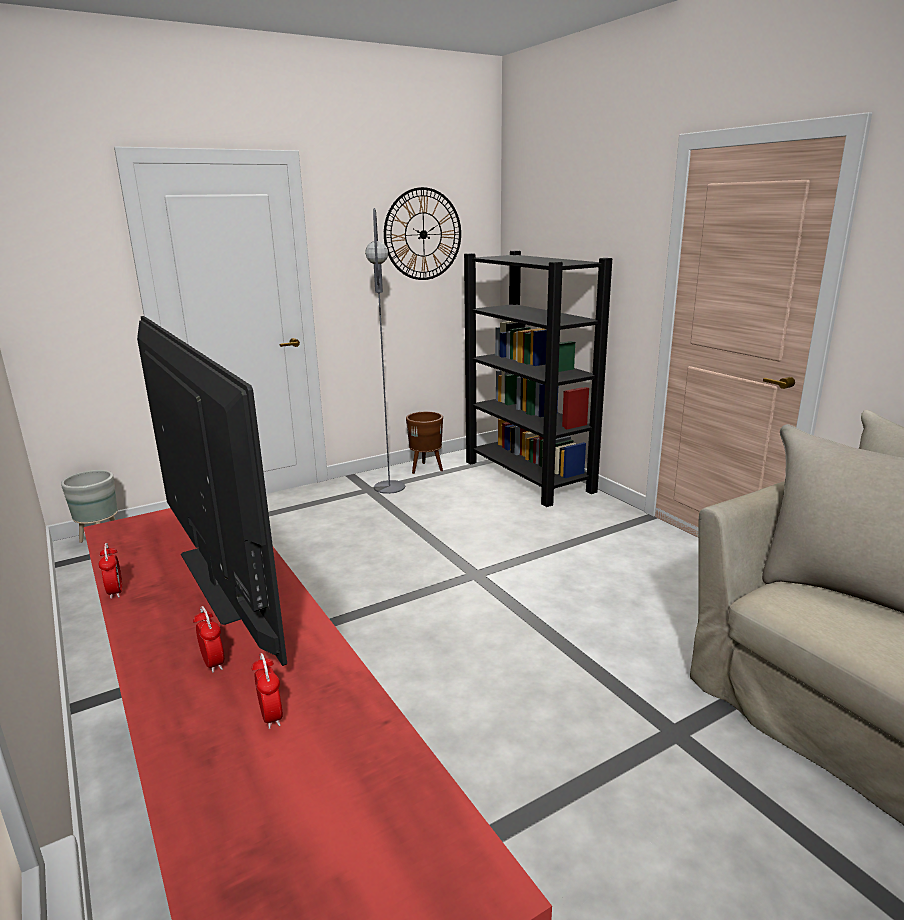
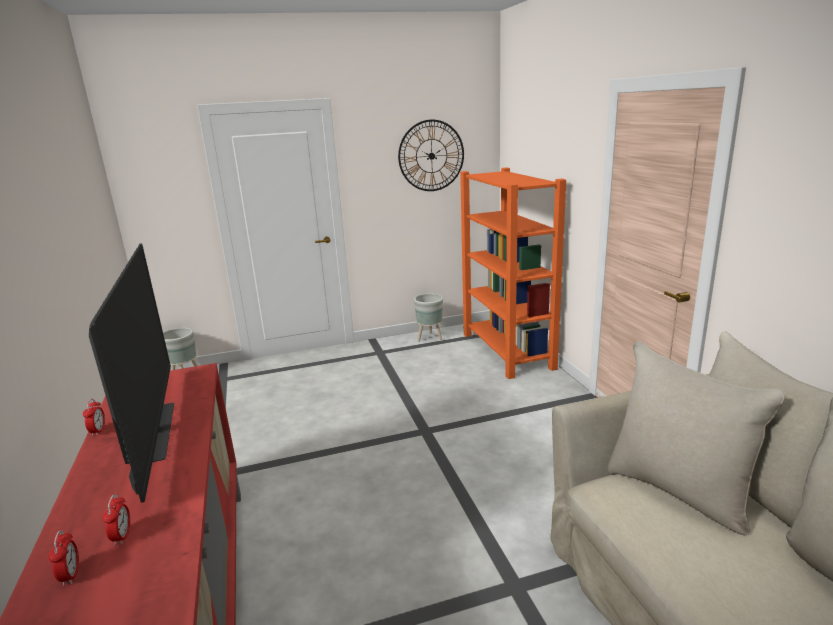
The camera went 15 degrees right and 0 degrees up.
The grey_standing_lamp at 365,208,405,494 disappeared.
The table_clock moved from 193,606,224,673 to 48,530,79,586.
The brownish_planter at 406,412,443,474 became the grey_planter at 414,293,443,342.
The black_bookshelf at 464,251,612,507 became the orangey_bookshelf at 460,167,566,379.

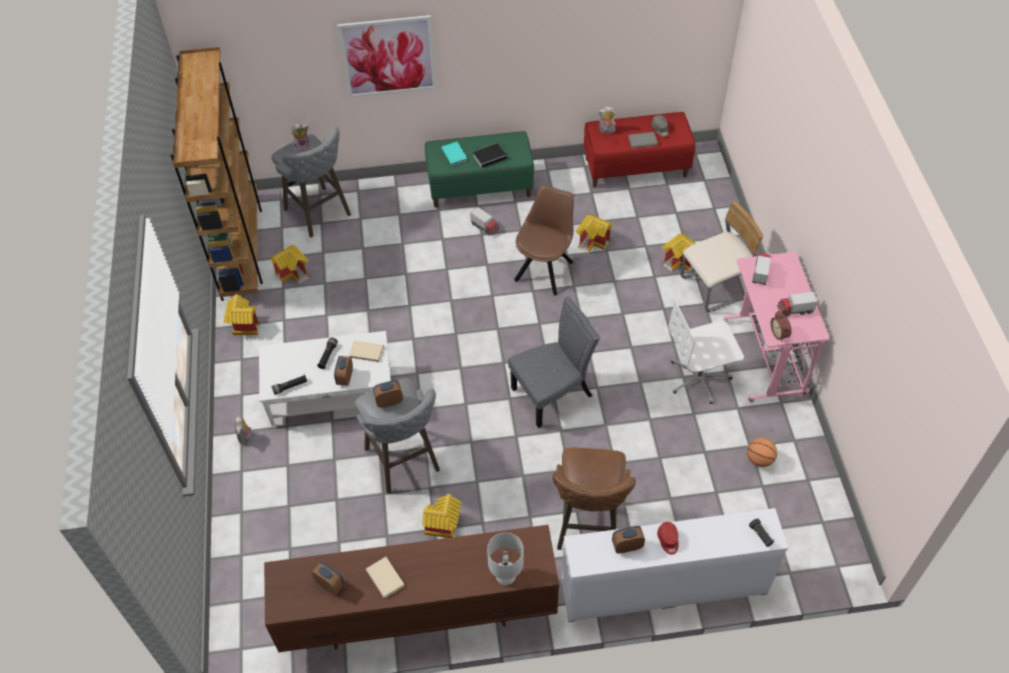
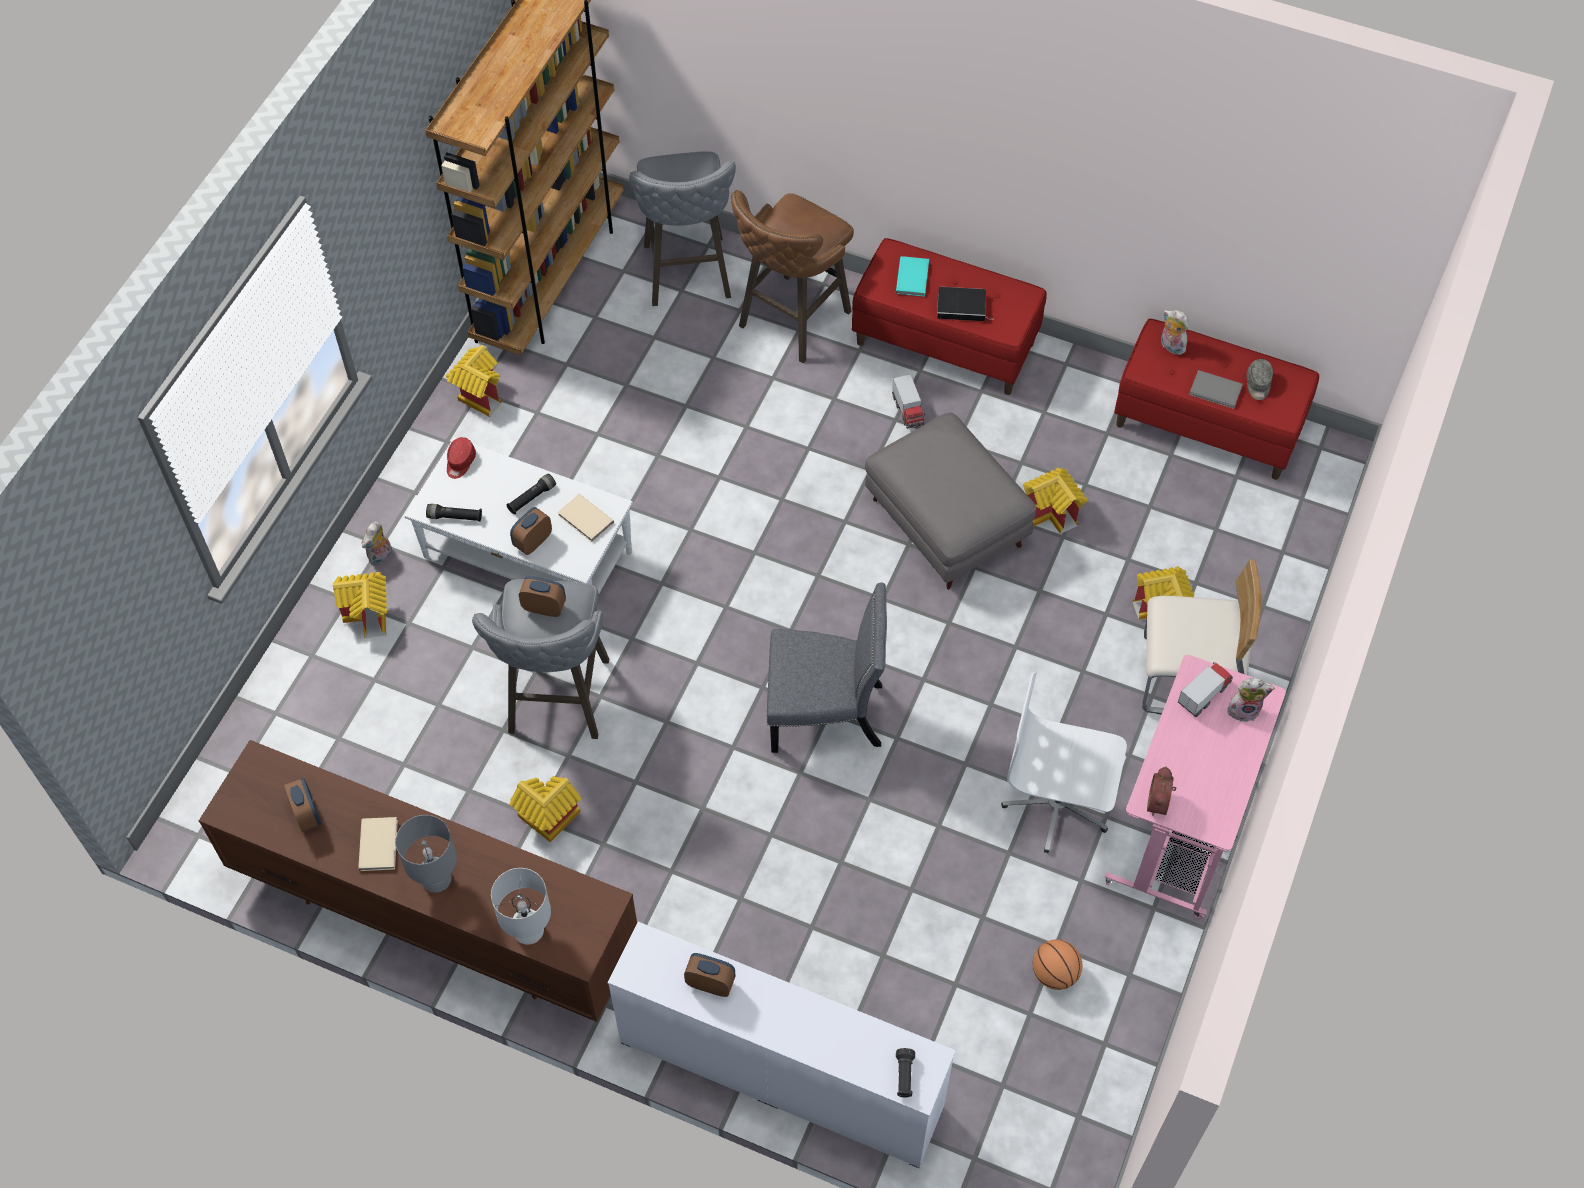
The camera went 30 degrees right and 5 degrees up.
The wall_art at 337,15,436,98 disappeared.
The toy_lorry at 777,292,818,317 disappeared.
The grey_table_lamp at 396,815,457,893 appeared.
The model_house moved from 270,245,309,284 to 333,572,387,638.
The soft_toy moved from 291,123,310,153 to 1227,678,1275,722.
The brownish_stool_seat moved from 552,448,636,550 to 731,190,854,363.
The red_baseball_cap moved from 657,522,678,555 to 447,437,476,479.
The brownish_chair at 514,185,574,296 was replaced by the grey_pouffe at 865,412,1036,590.
The green-coloured_bench at 425,131,534,208 became the red_bench at 852,238,1047,395.

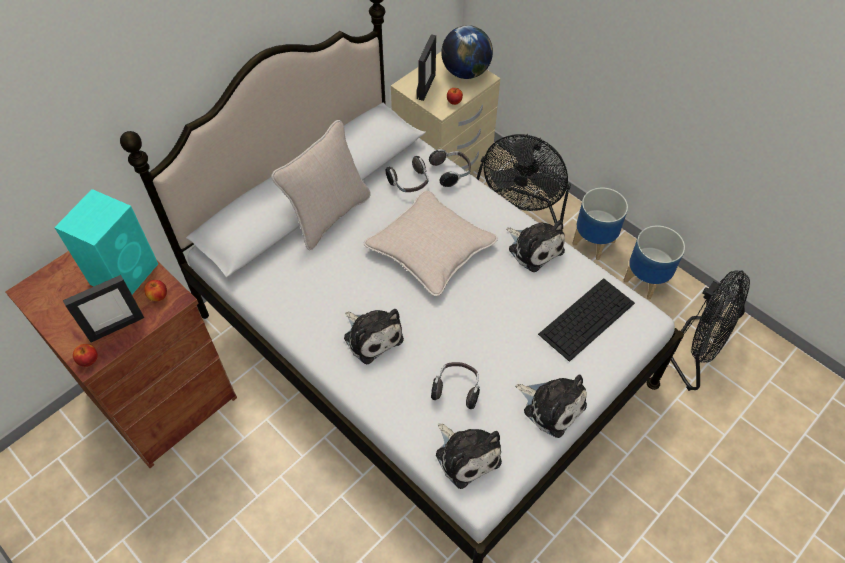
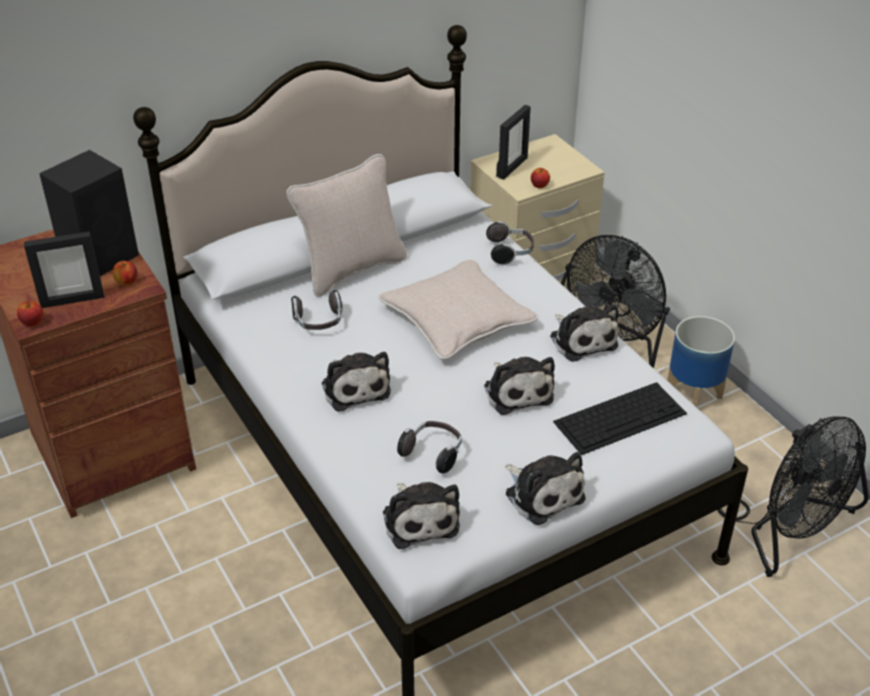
The camera went 15 degrees right and 15 degrees down.
The globe at 441,25,493,79 disappeared.
The planter at 624,225,685,300 disappeared.
The soft_toy at 484,357,555,415 appeared.
The headset moved from 386,156,429,192 to 291,290,342,330.
The blue-green_speaker at 54,189,158,294 became the black_speaker at 39,150,139,276.

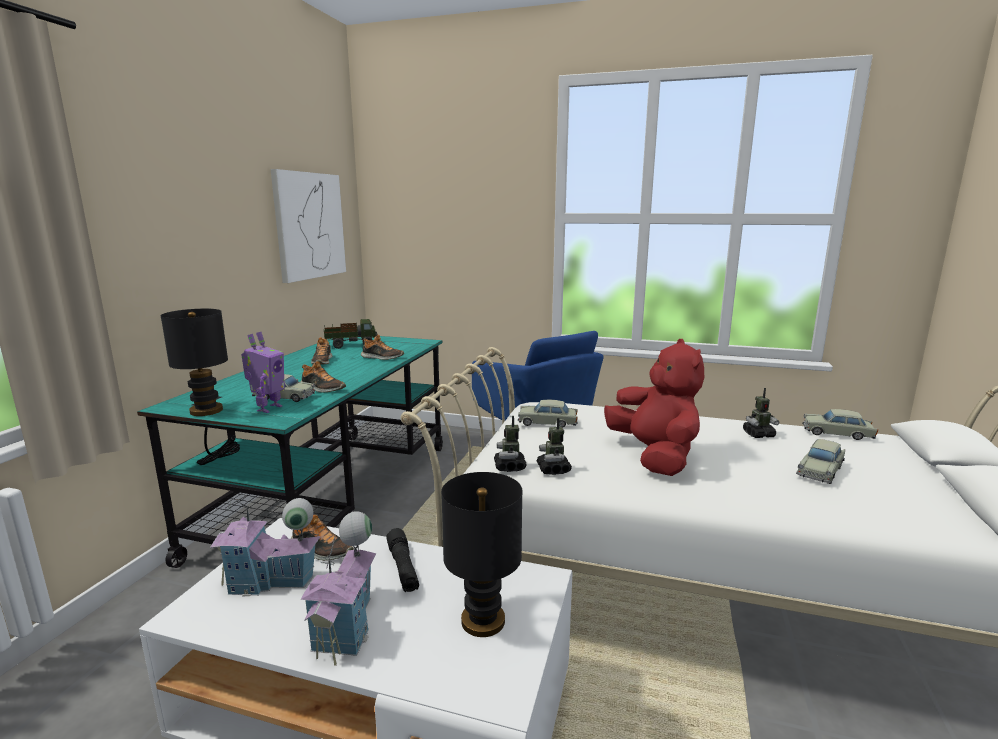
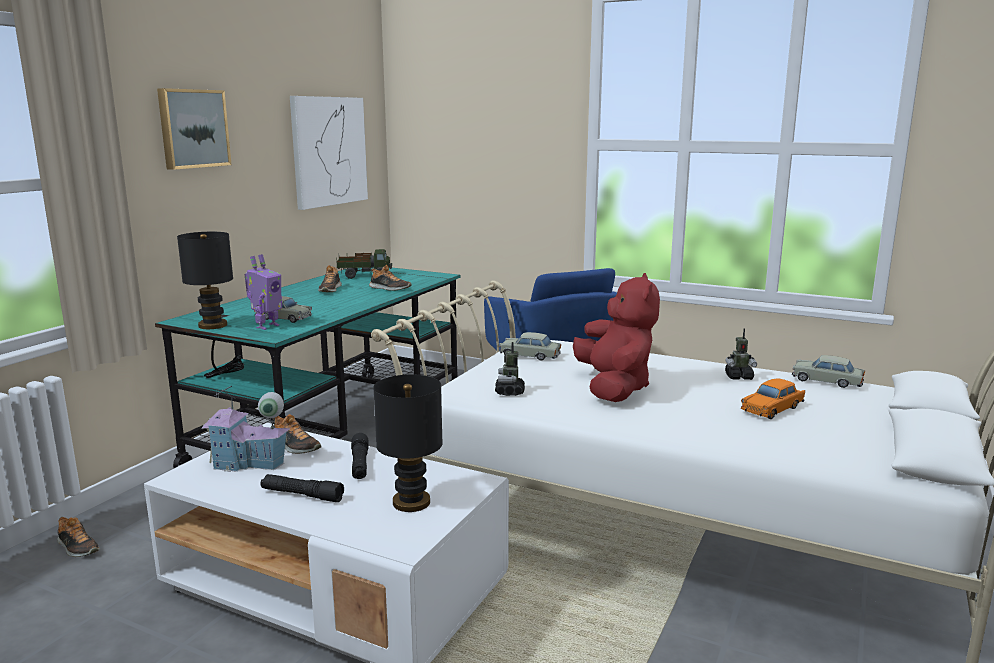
The camera went 10 degrees right and 0 degrees up.
The model_robot at 494,416,527,472 disappeared.
The wall_art at 157,88,232,170 appeared.
The low_shoe moved from 301,361,346,393 to 57,517,100,557.
The model_house at 300,511,376,666 was replaced by the black_flashlight at 261,474,344,502.
The beige_miniature_car at 796,439,845,484 became the orangey_miniature_car at 741,378,805,419.

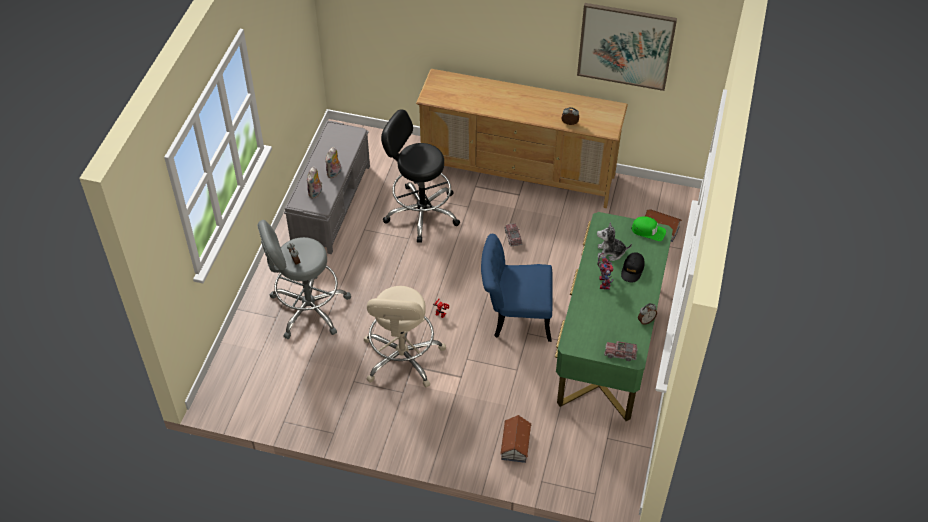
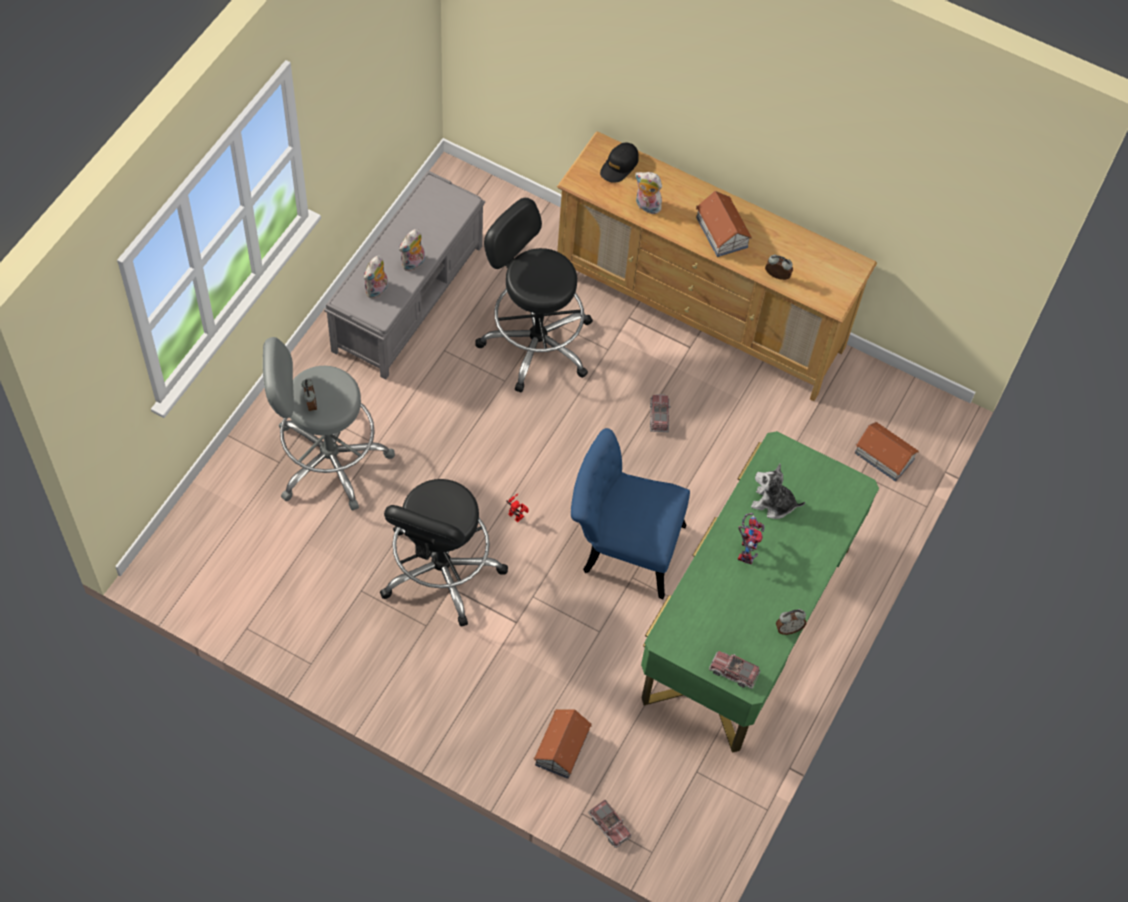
The camera went 10 degrees right and 10 degrees up.
The wall_art at 577,3,677,91 disappeared.
The green-coloured_baseball_cap at 631,217,666,241 disappeared.
The toy_lorry at 588,800,631,848 appeared.
The soft_toy at 635,172,662,215 appeared.
The model_house at 696,191,752,257 appeared.
The black_baseball_cap moved from 621,252,644,283 to 600,142,639,183.
The beige_stool_seat at 364,286,446,387 became the black_stool_seat at 380,479,508,627.

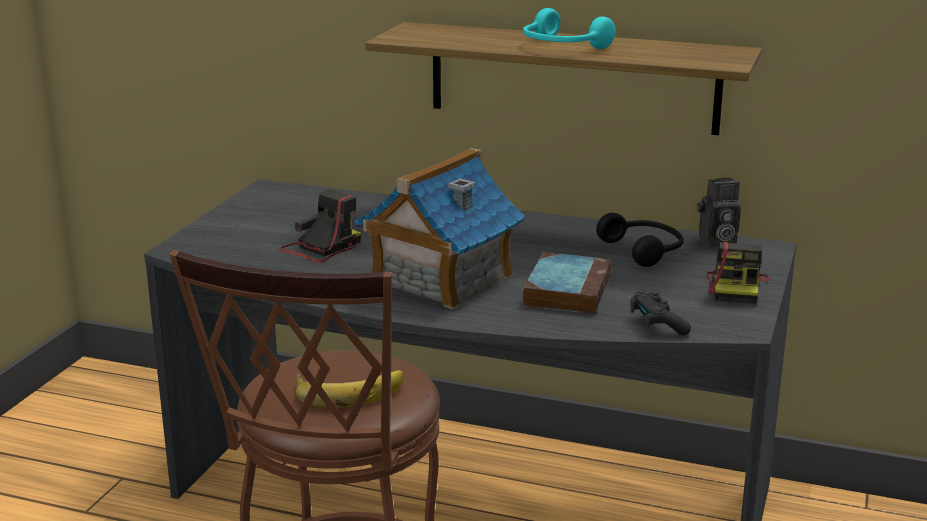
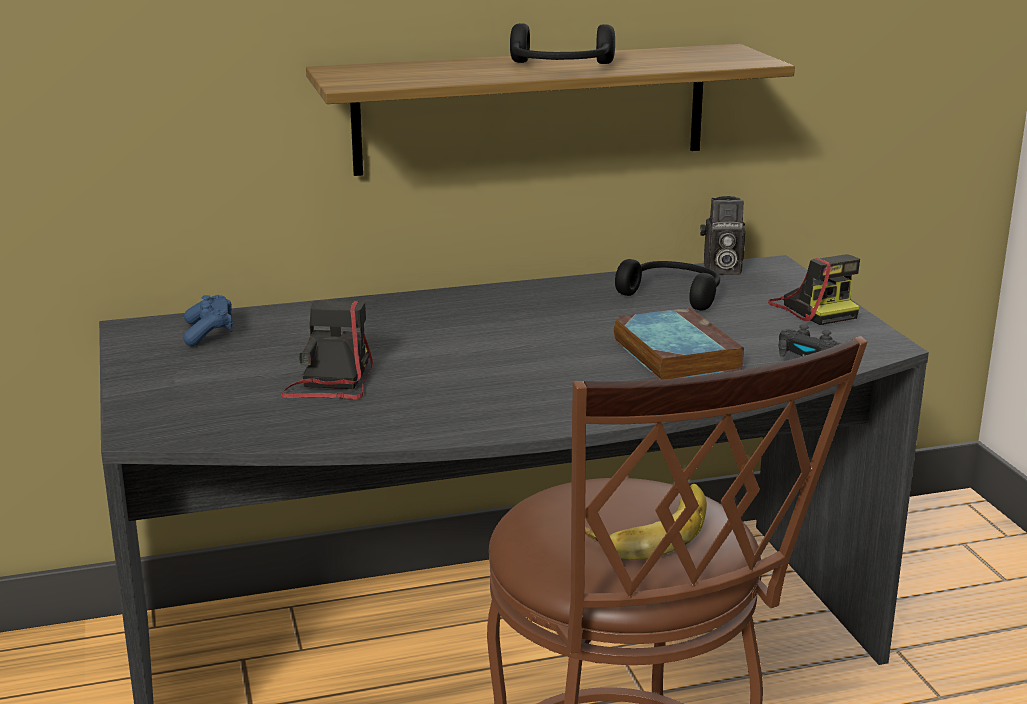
The camera went 35 degrees left and 0 degrees up.
The model_house at 355,148,525,309 disappeared.
The blue-coloured_joypad at 183,295,233,346 appeared.
The blue-green_headset at 523,8,615,49 became the black_headset at 510,23,615,64.
The photo_camera at 697,177,741,247 turned 45 degrees clockwise.

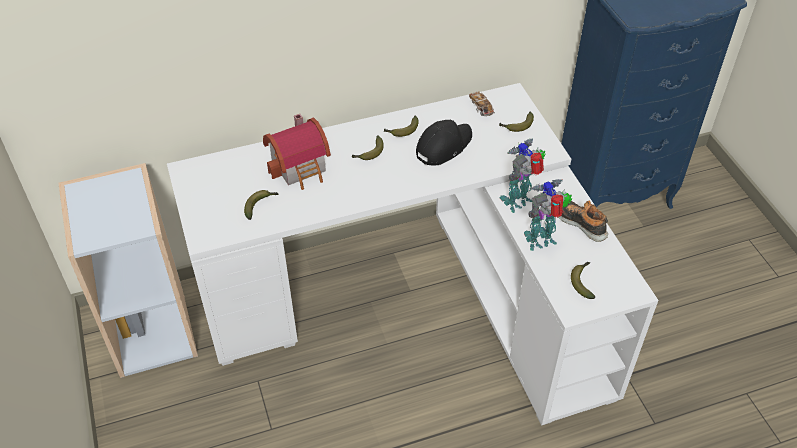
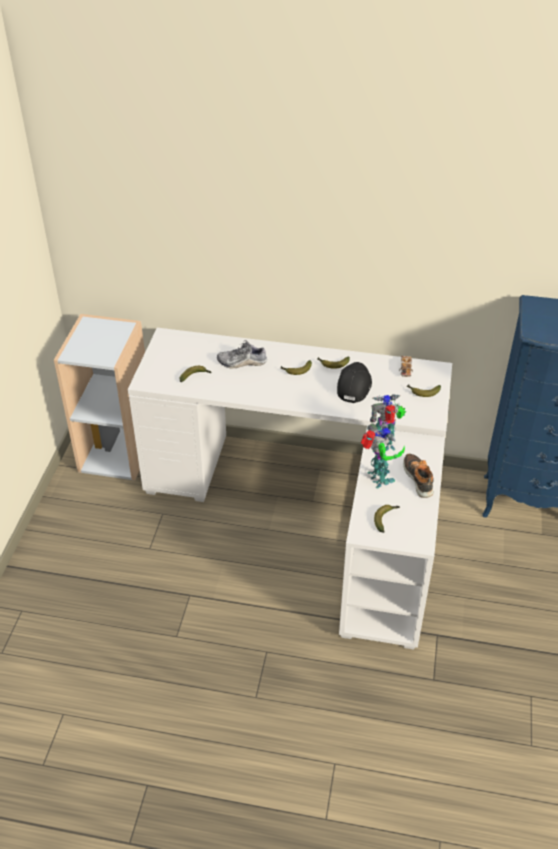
The camera went 30 degrees right and 5 degrees down.
The model_house at 263,114,331,190 was replaced by the low_shoe at 217,340,267,369.
The black_baseball_cap at 416,120,472,165 turned 60 degrees counterclockwise.
The model_robot at 524,179,573,251 turned 60 degrees clockwise.

